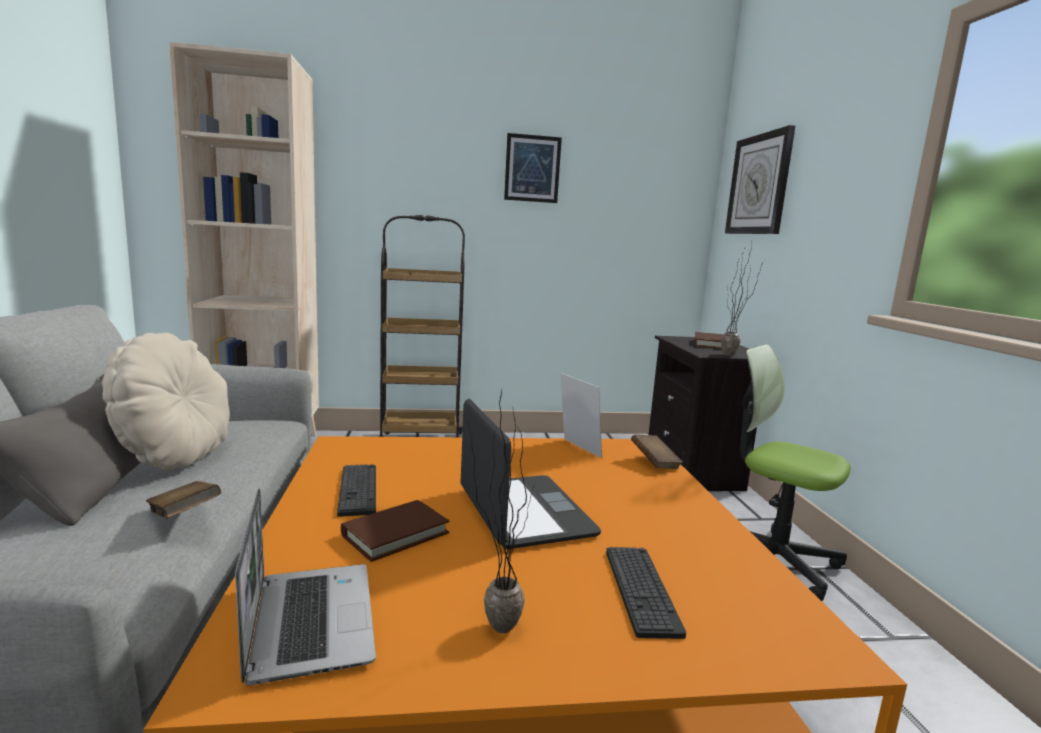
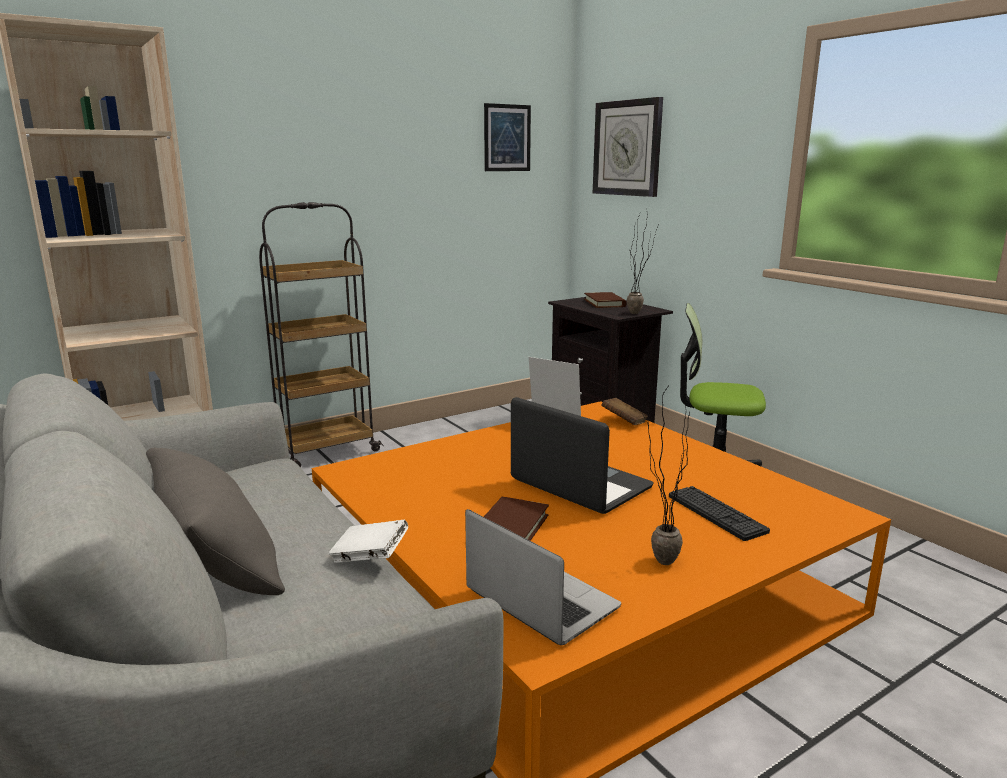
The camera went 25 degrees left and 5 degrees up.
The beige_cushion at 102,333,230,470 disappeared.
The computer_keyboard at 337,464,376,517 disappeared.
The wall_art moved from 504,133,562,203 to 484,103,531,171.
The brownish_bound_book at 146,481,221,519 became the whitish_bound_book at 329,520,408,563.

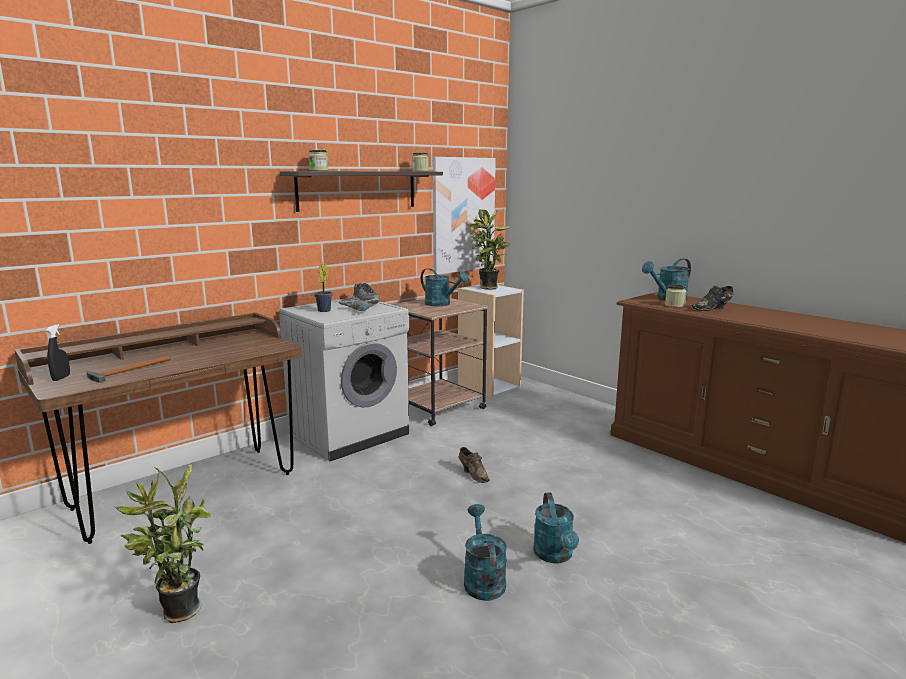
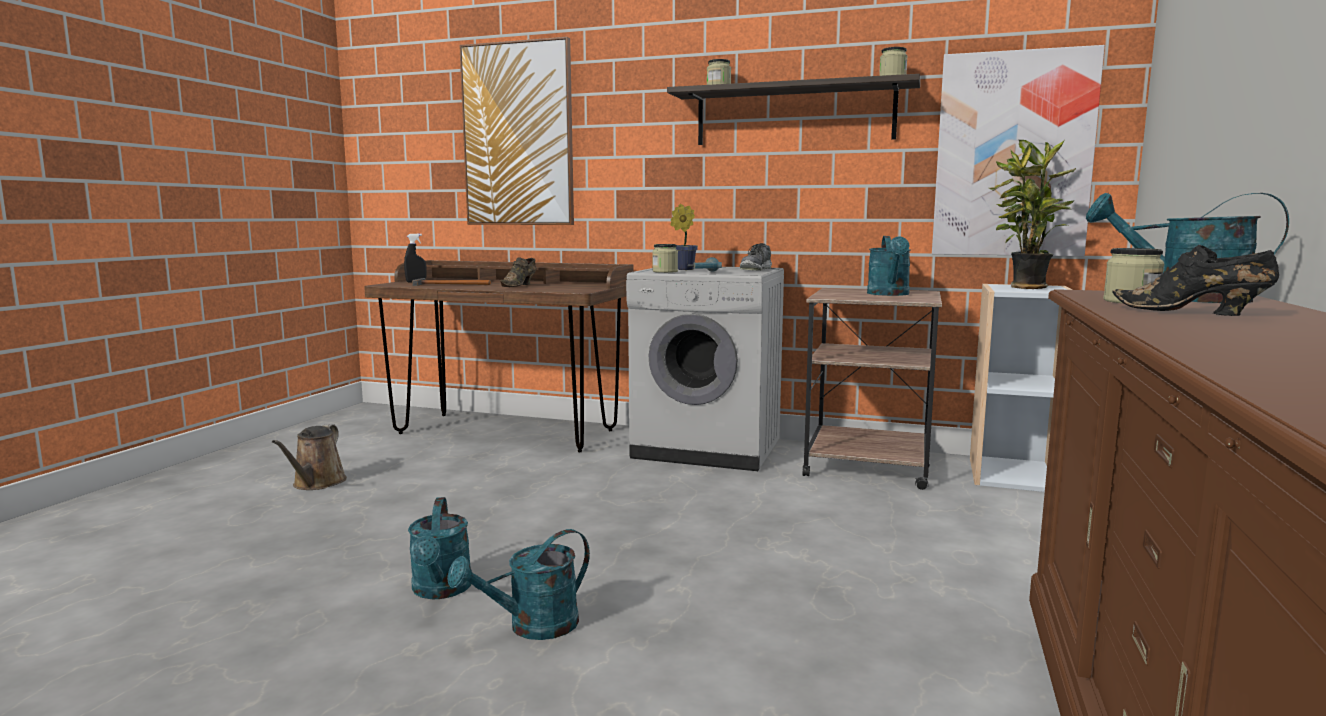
The camera went 60 degrees right and 5 degrees down.
The wall_art at 459,37,574,225 appeared.
The storage_jar at 652,244,678,273 appeared.
The brownish_low_shoe moved from 459,447,490,483 to 500,257,537,287.
The houseplant at 115,463,211,623 was replaced by the brownish_sprinkling_can at 272,424,347,490.
The blue-green_sprinkling_can at 464,504,507,601 turned 120 degrees clockwise.

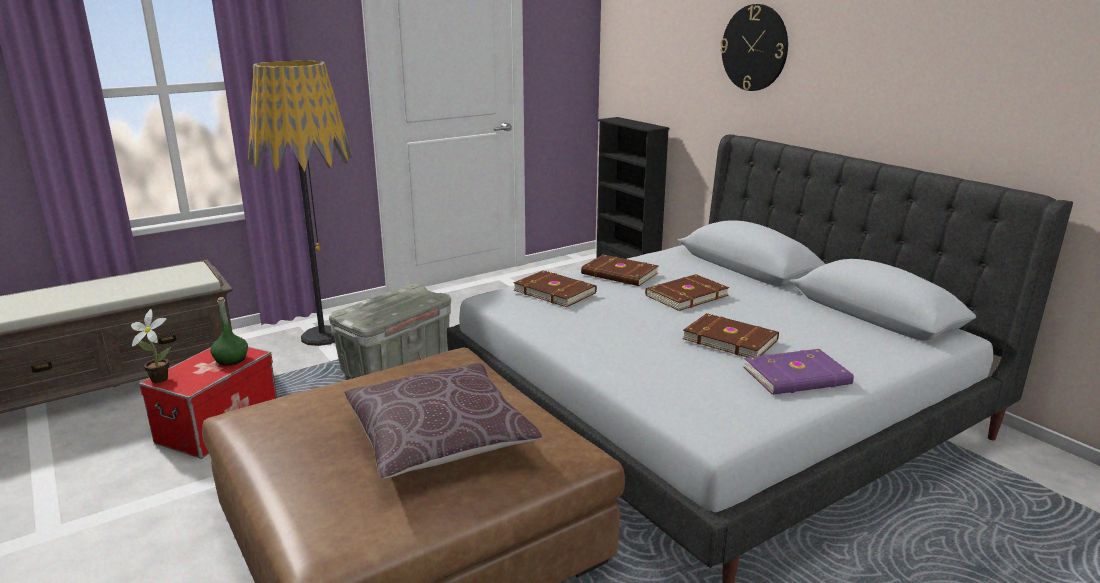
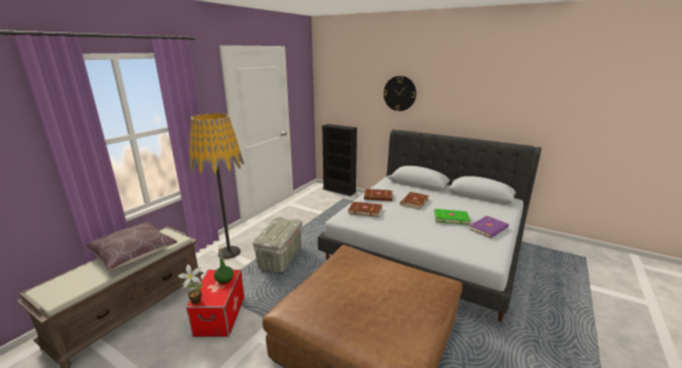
The camera went 25 degrees left and 0 degrees up.
The brownish_cushion moved from 344,363,542,479 to 87,222,177,271.
The brownish_bound_book at 682,313,779,357 became the green-coloured_bound_book at 434,209,470,225.

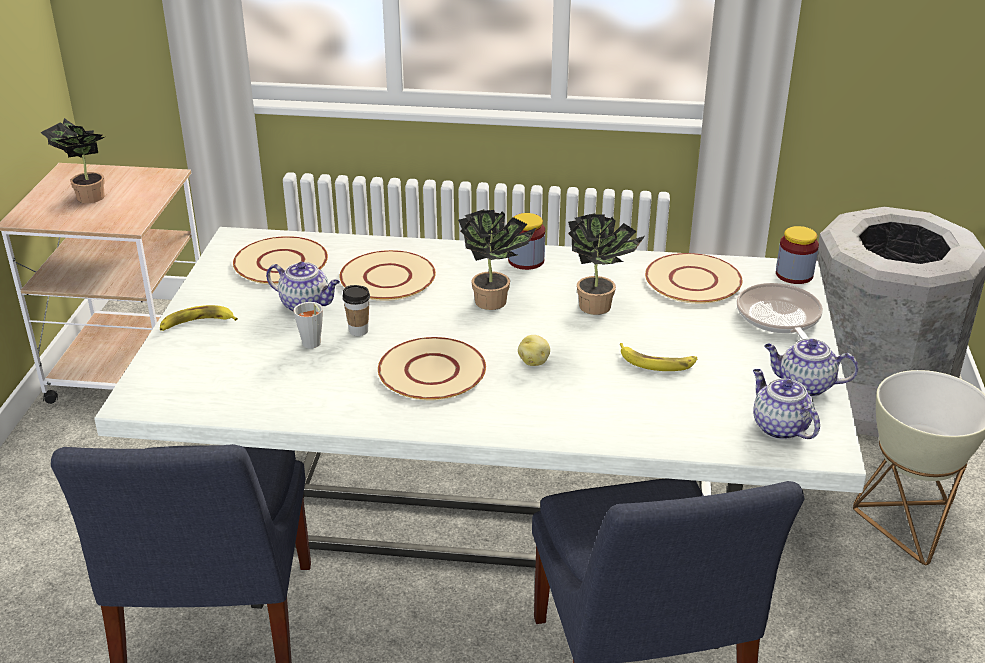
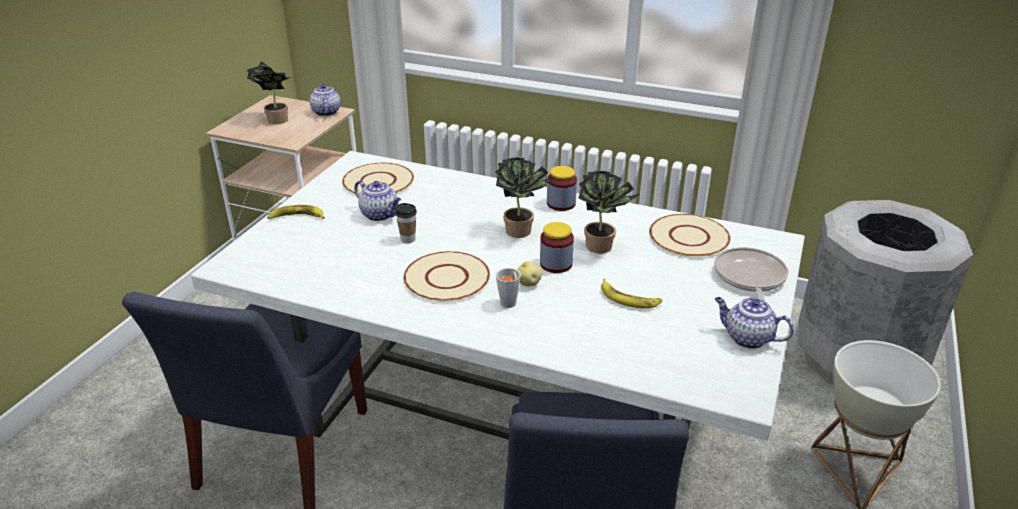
The camera went 15 degrees right and 0 degrees up.
The beige_plate at 339,250,436,301 disappeared.
The grey_cup moved from 294,302,323,349 to 496,268,521,308.
The pot_for_tea moved from 753,369,820,440 to 309,83,341,116.
The storage_jar moved from 776,226,819,284 to 540,222,574,273.

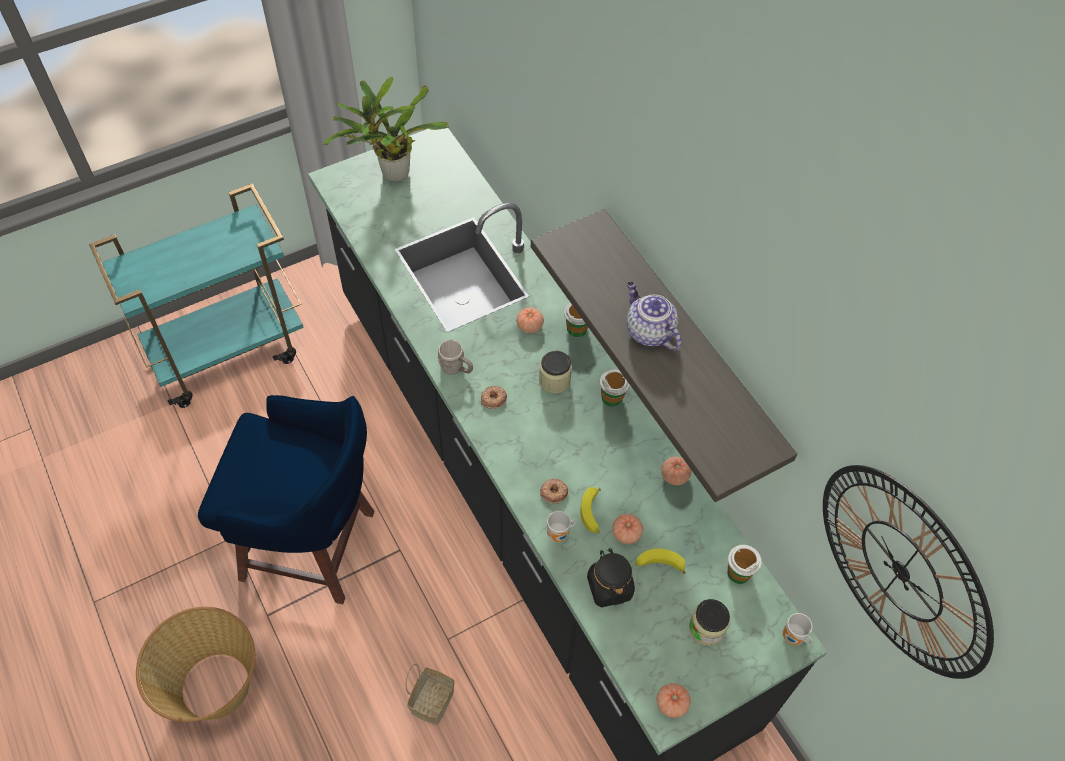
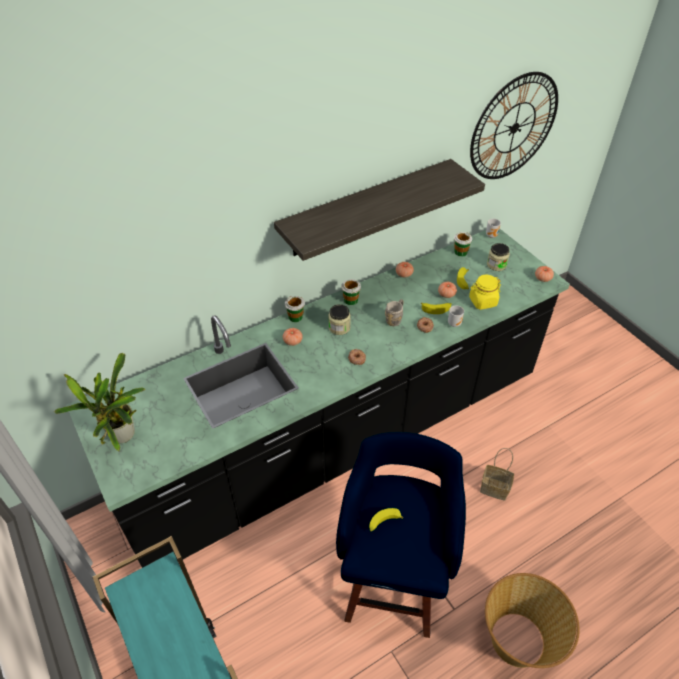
The camera went 90 degrees left and 10 degrees down.
The pot_for_tea at 626,282,682,351 disappeared.
The banana at 369,508,403,532 appeared.
The grey_tea_mug moved from 438,340,473,375 to 385,299,404,326.
The black_storage_jar at 587,548,635,607 became the yellow-coloured_storage_jar at 469,275,501,310.

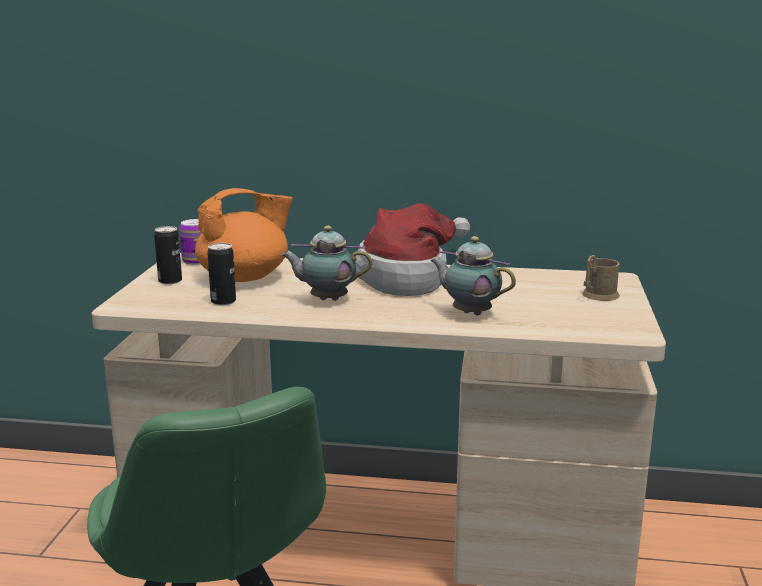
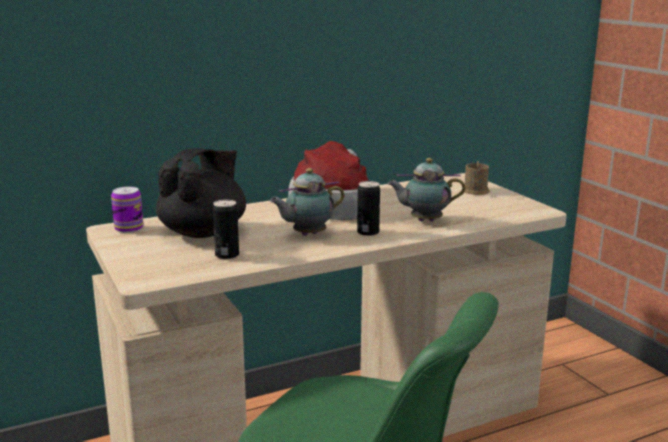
The camera went 35 degrees left and 0 degrees up.
The sealed_can moved from 154,226,182,284 to 357,181,380,236.
The orangey_pot_for_tea at 195,188,293,282 became the black_pot_for_tea at 156,148,246,238.

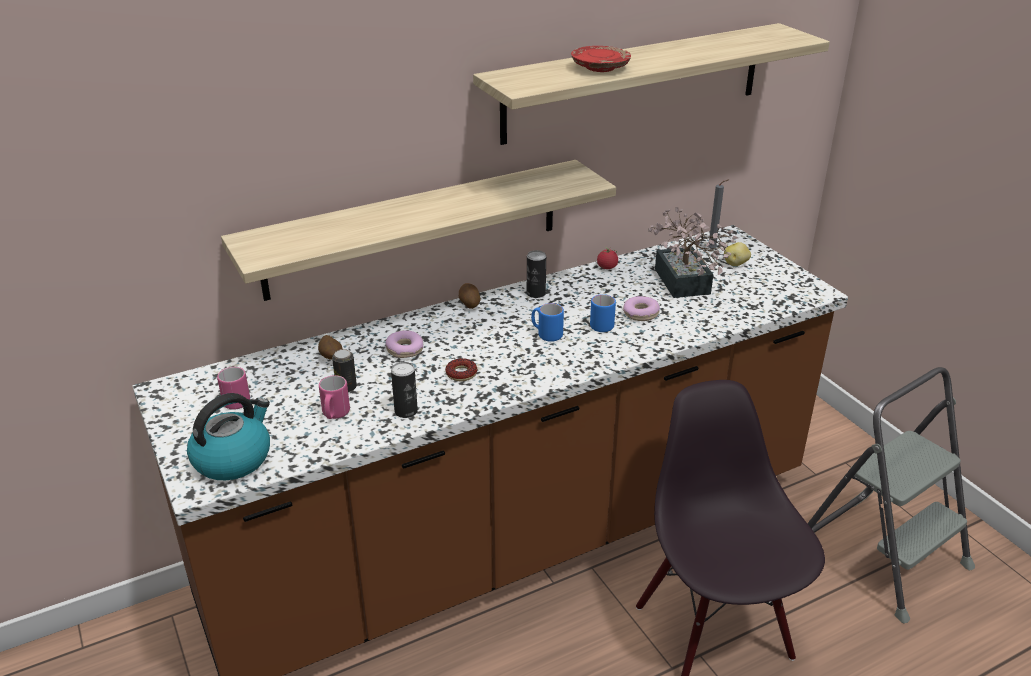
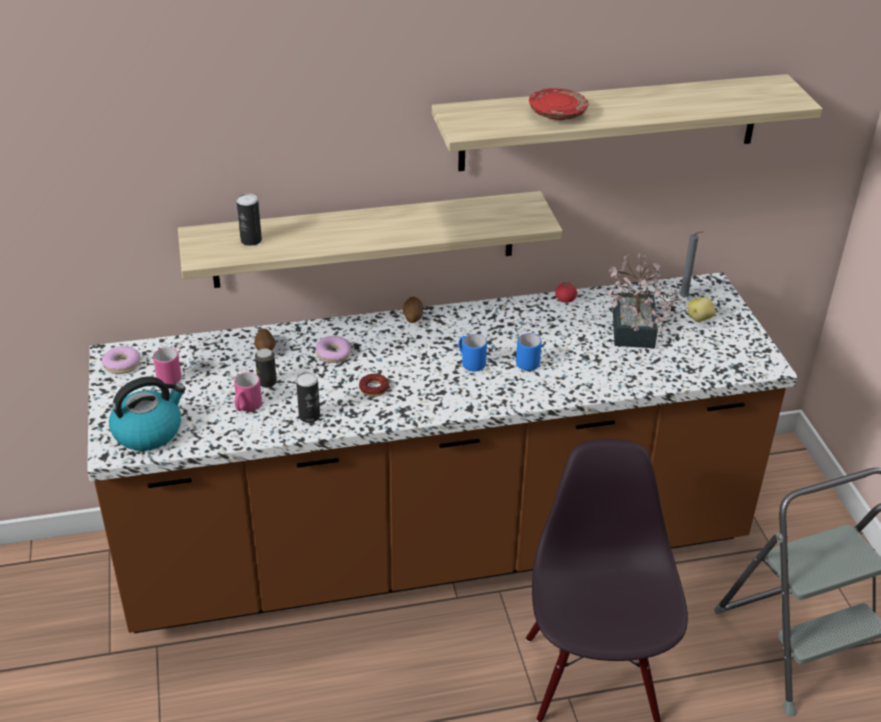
The camera went 15 degrees right and 5 degrees up.
The sealed_can moved from 527,250,546,298 to 237,194,262,246.
The ring_doughnut moved from 623,296,660,321 to 102,346,140,374.

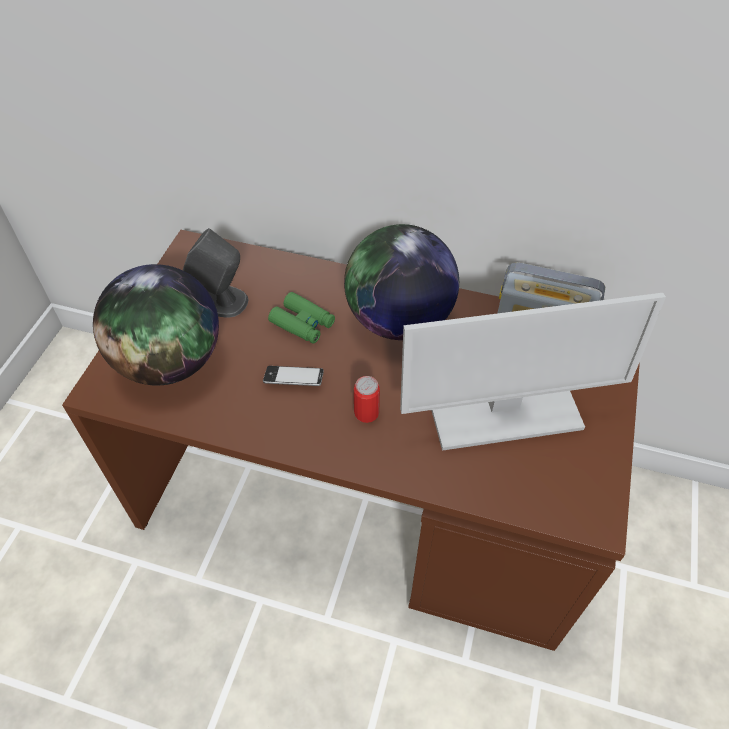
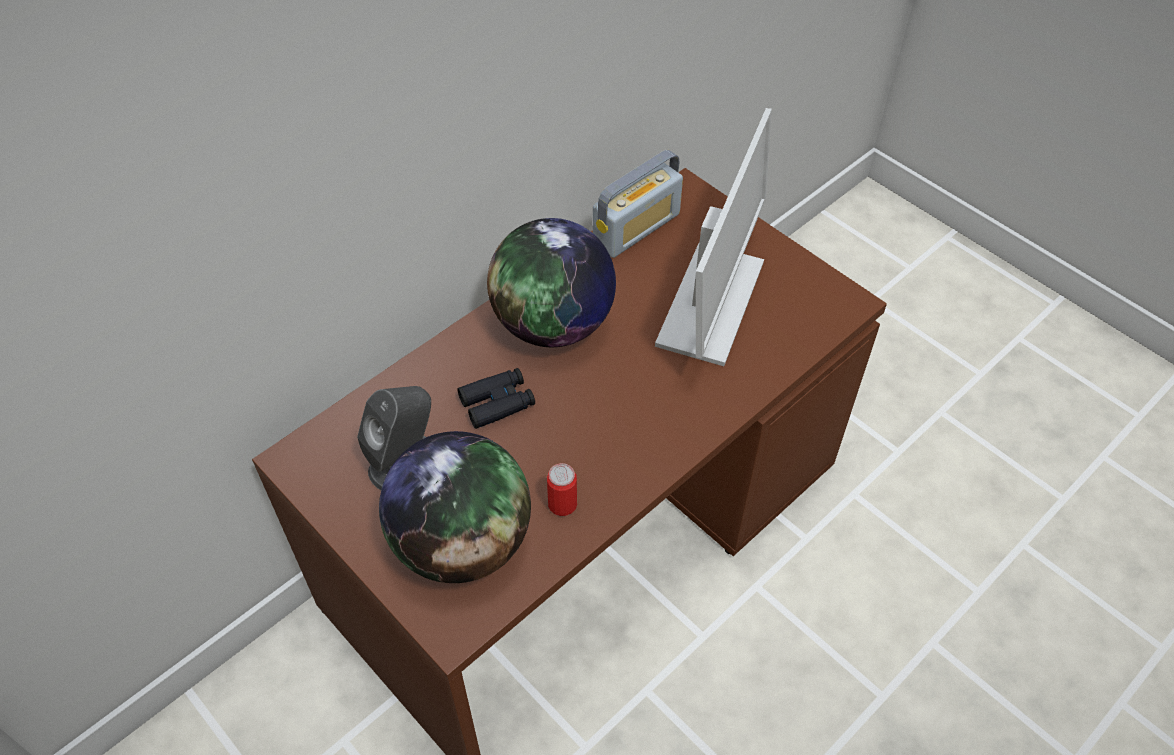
The camera went 60 degrees left and 0 degrees up.
The handset at 263,366,324,386 disappeared.
The sealed_can moved from 354,376,380,423 to 547,463,577,516.
The green-coloured_field_glasses at 268,292,335,344 became the black_field_glasses at 457,368,535,429.

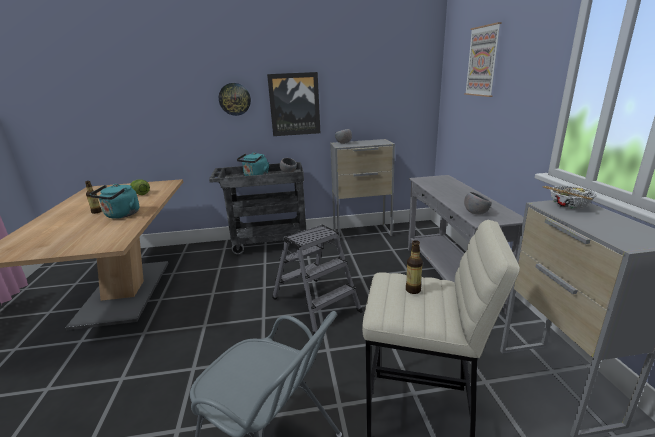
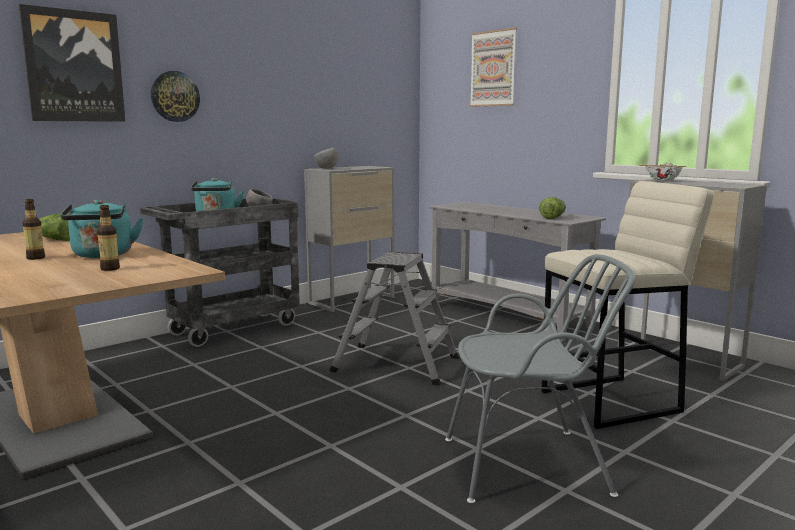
The camera went 35 degrees left and 10 degrees down.
The wall_art moved from 267,72,320,136 to 19,4,125,122.
The drink_bottle moved from 406,240,423,294 to 97,205,120,271.
The grey_deep_dish at 464,192,492,215 was replaced by the lettuce at 539,197,566,219.

